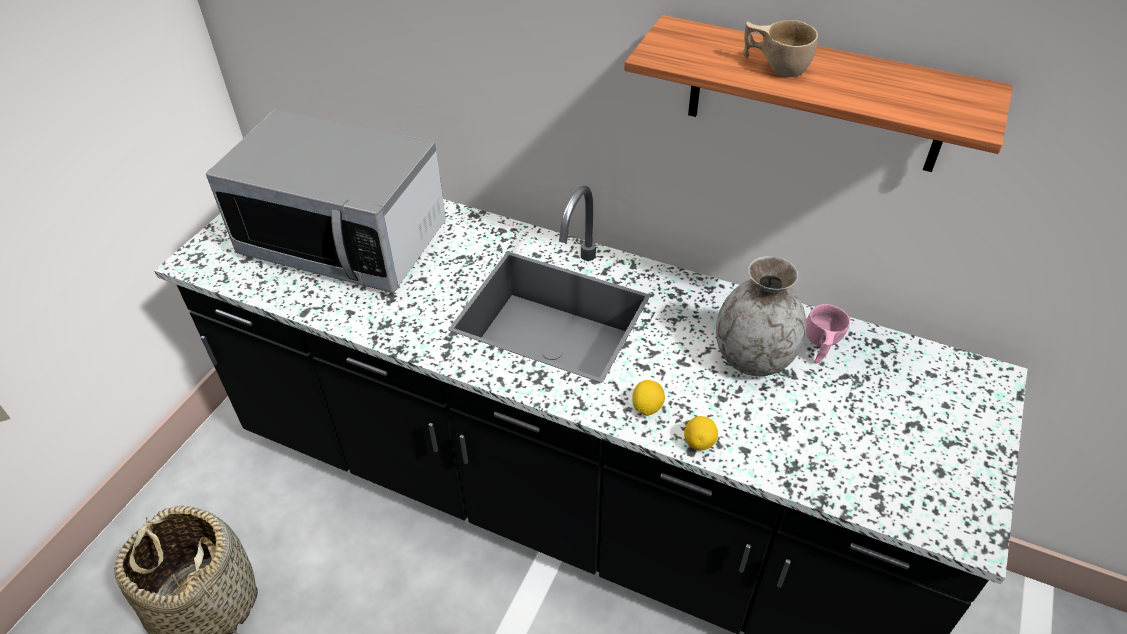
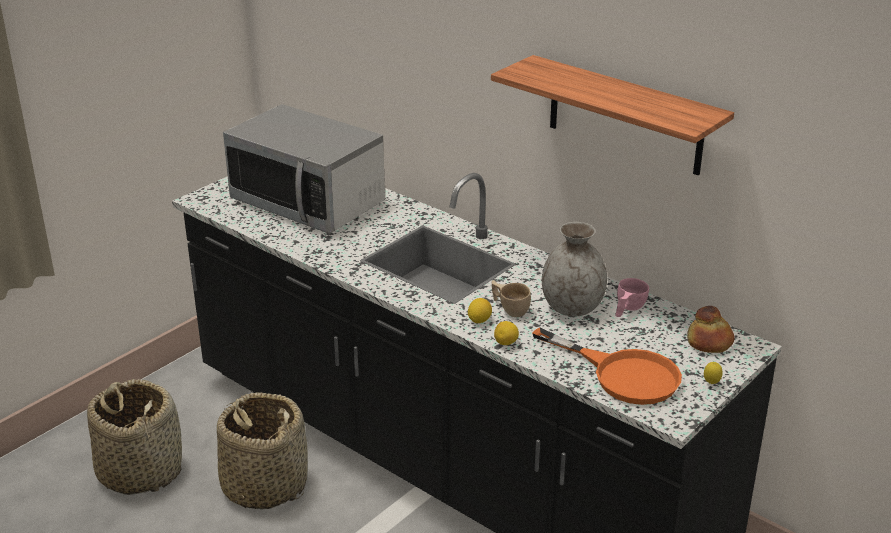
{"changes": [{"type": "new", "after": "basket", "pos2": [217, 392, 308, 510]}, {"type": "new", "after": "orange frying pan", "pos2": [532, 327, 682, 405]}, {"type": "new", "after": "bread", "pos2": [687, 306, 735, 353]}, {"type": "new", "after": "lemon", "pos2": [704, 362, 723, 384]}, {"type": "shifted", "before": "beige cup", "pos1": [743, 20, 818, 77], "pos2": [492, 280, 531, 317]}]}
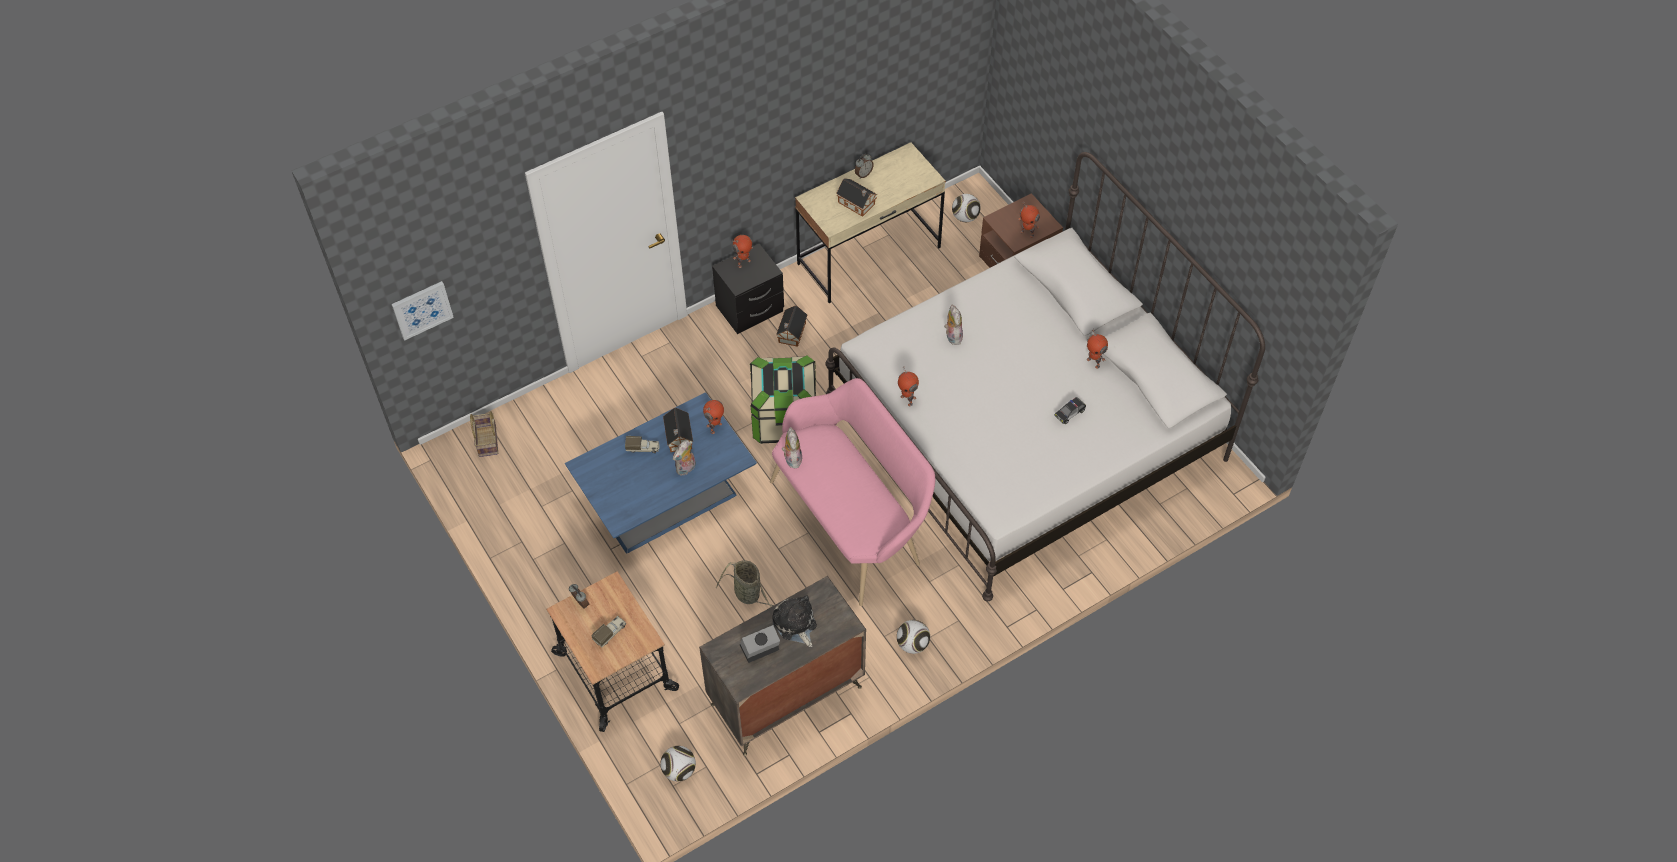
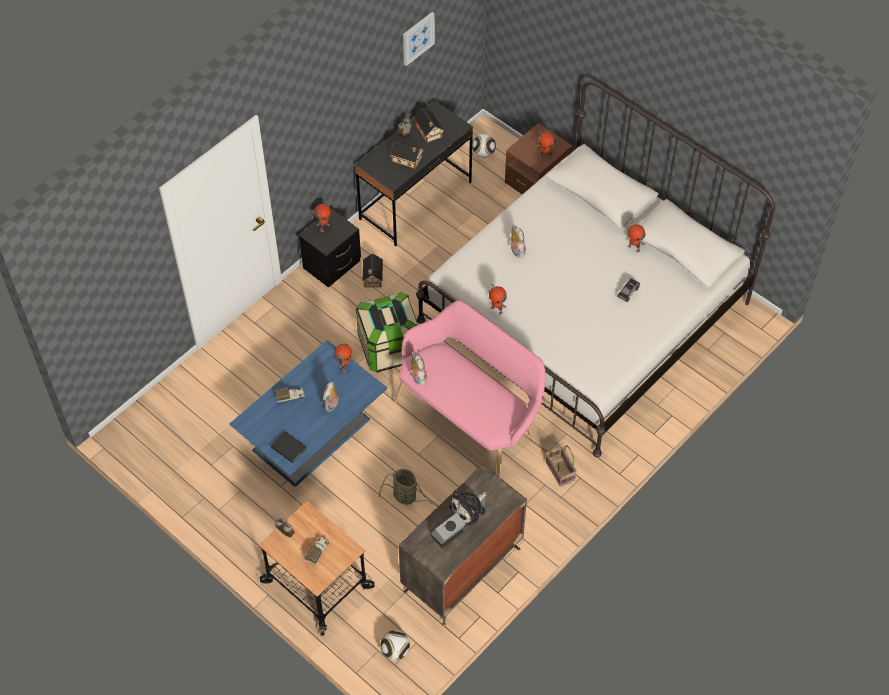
{"changes": [{"type": "gone", "before": "football", "pos1": [897, 620, 930, 654]}, {"type": "new", "after": "black book", "pos2": [271, 431, 307, 463]}, {"type": "shifted", "before": "picture", "pos1": [392, 281, 454, 340], "pos2": [403, 12, 435, 66]}, {"type": "shifted", "before": "basket", "pos1": [470, 411, 498, 457], "pos2": [546, 445, 577, 487]}, {"type": "shifted", "before": "toy house", "pos1": [663, 408, 693, 452], "pos2": [414, 108, 444, 143]}, {"type": "repainted", "before": "beige desk", "after": "black desk", "pos1": [795, 142, 946, 303], "pos2": [355, 101, 473, 246]}, {"type": "rotated", "before": "plush toy", "pos1": [773, 595, 817, 647], "pos2": [449, 490, 486, 526], "turn": -90}]}
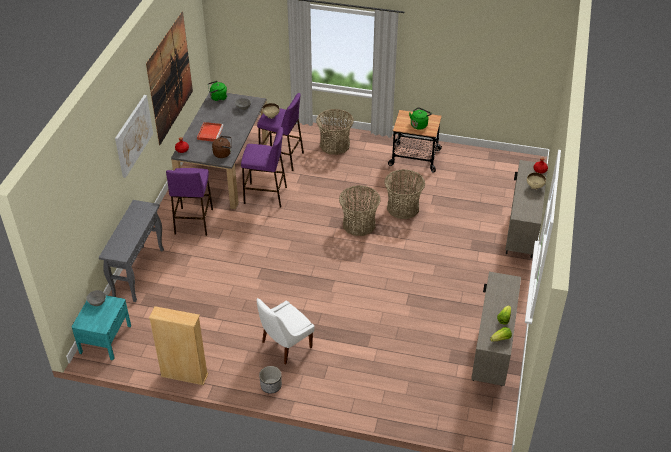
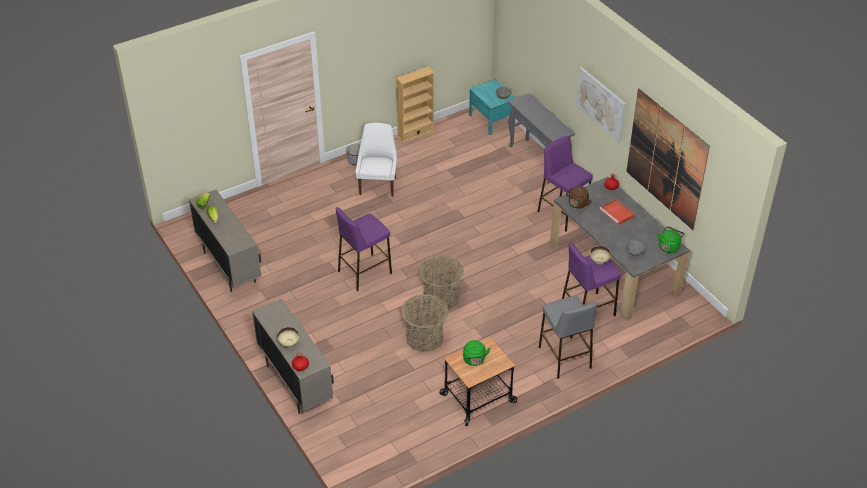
{"changes": [{"type": "shifted", "before": "purple stool", "pos1": [241, 127, 287, 208], "pos2": [336, 207, 392, 291]}, {"type": "swapped", "before": "basket", "after": "grey stool", "pos1": [316, 109, 354, 155], "pos2": [539, 296, 598, 379]}]}
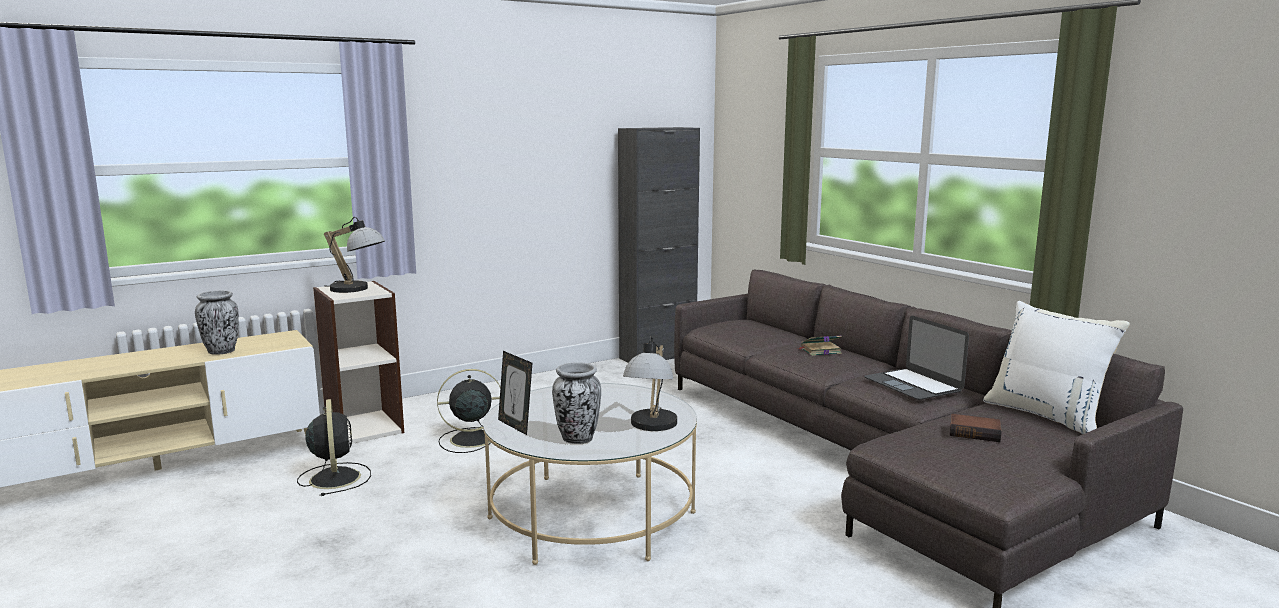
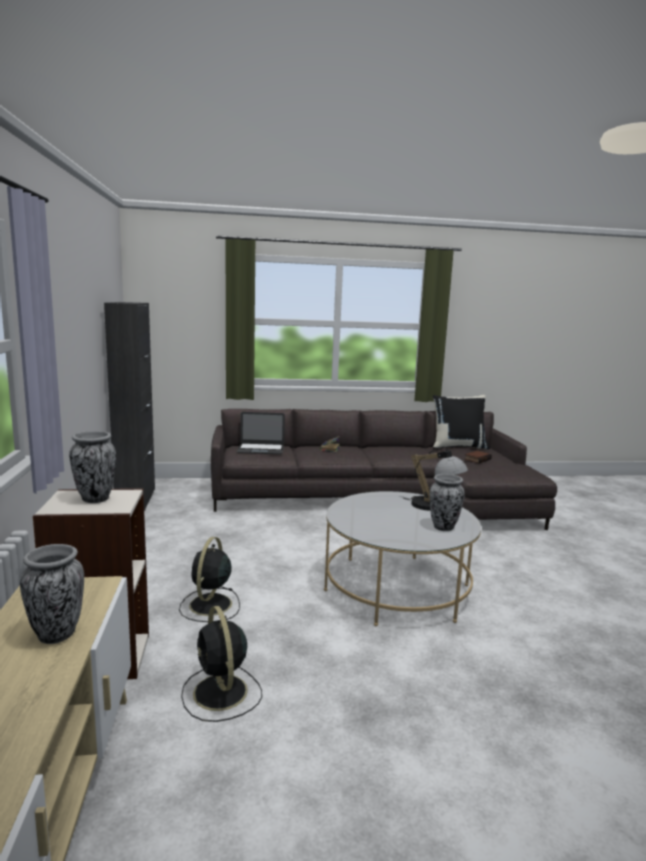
{"changes": [{"type": "gone", "before": "picture frame", "pos1": [498, 351, 532, 435]}, {"type": "shifted", "before": "laptop", "pos1": [864, 316, 969, 400], "pos2": [236, 412, 285, 454]}, {"type": "swapped", "before": "table lamp", "after": "vase", "pos1": [324, 217, 385, 293], "pos2": [69, 431, 116, 503]}, {"type": "repainted", "before": "white pillow", "after": "black pillow", "pos1": [983, 301, 1130, 434], "pos2": [432, 395, 490, 449]}, {"type": "rotated", "before": "black fan", "pos1": [297, 399, 371, 496], "pos2": [181, 606, 262, 722], "turn": -120}]}
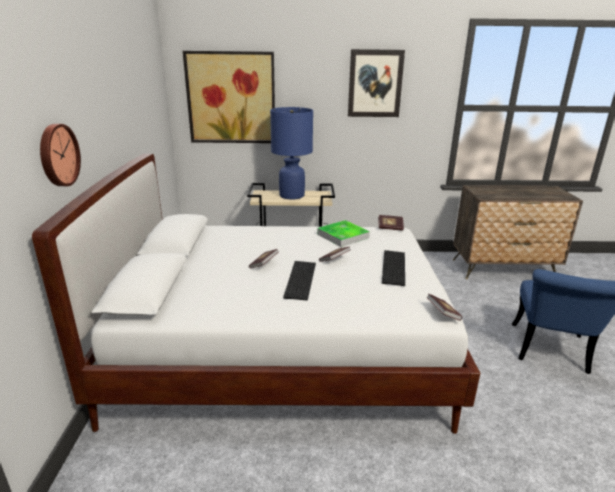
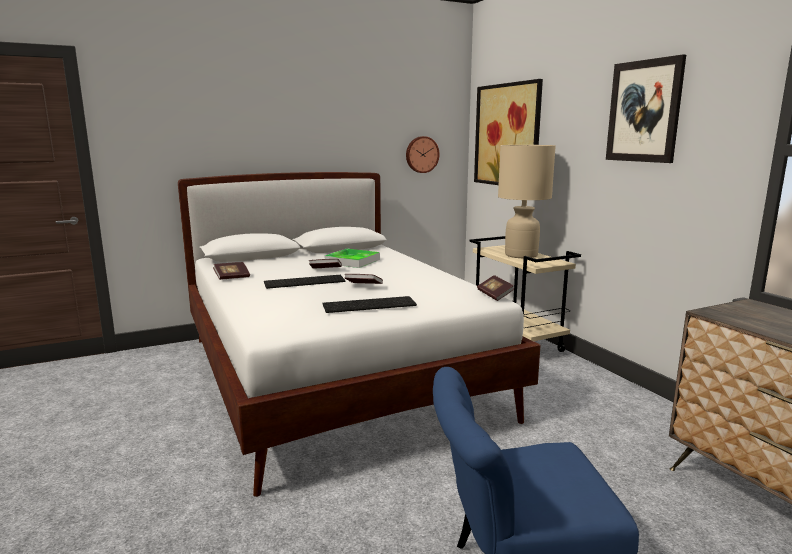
{"changes": [{"type": "shifted", "before": "wall clock", "pos1": [40, 124, 81, 186], "pos2": [406, 136, 440, 173]}, {"type": "shifted", "before": "tray", "pos1": [317, 220, 370, 247], "pos2": [325, 249, 380, 268]}, {"type": "shifted", "before": "book", "pos1": [426, 294, 463, 321], "pos2": [213, 262, 250, 280]}, {"type": "repainted", "before": "blue table lamp", "after": "beige table lamp", "pos1": [270, 107, 313, 200], "pos2": [498, 145, 556, 258]}]}
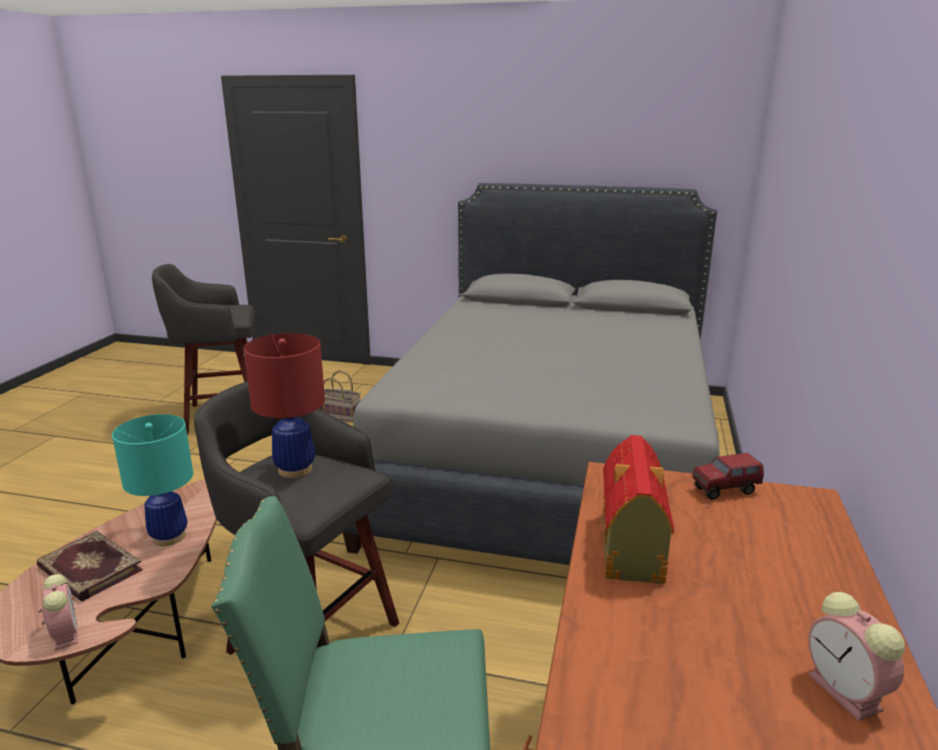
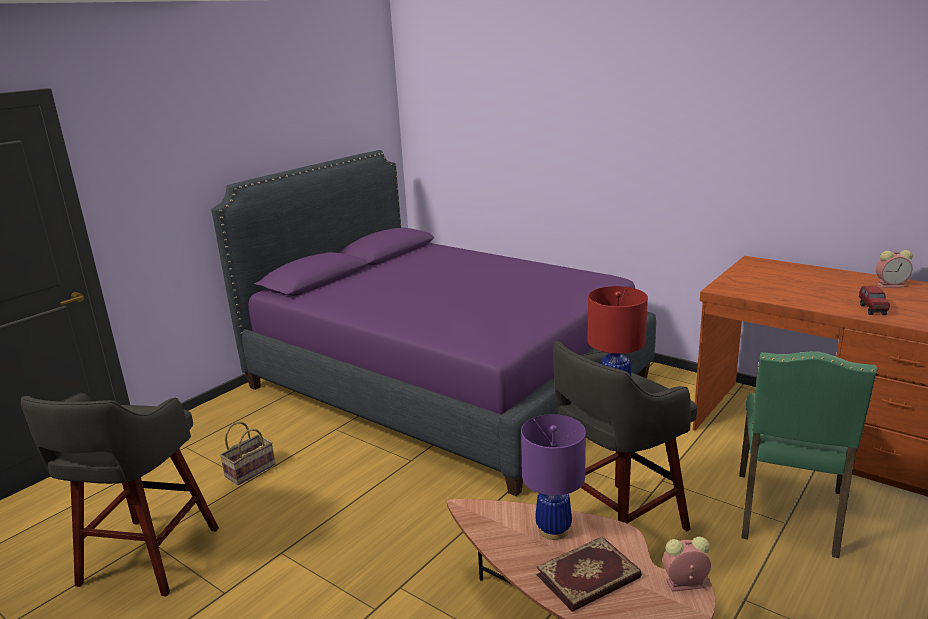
{"changes": [{"type": "gone", "before": "toy house", "pos1": [603, 435, 674, 584]}, {"type": "shifted", "before": "toy truck", "pos1": [693, 453, 764, 500], "pos2": [859, 286, 890, 315]}, {"type": "repainted", "before": "turquoise table lamp", "after": "purple table lamp", "pos1": [112, 414, 193, 546], "pos2": [521, 414, 586, 540]}, {"type": "repainted", "before": "grey bed", "after": "purple bed", "pos1": [343, 183, 720, 565], "pos2": [211, 150, 656, 496]}]}
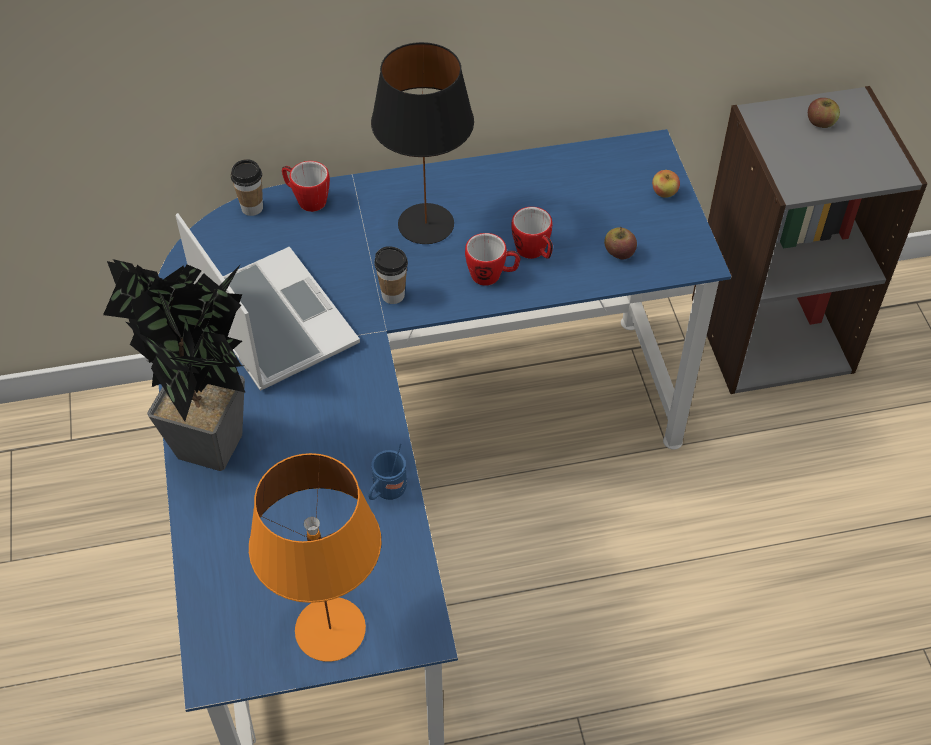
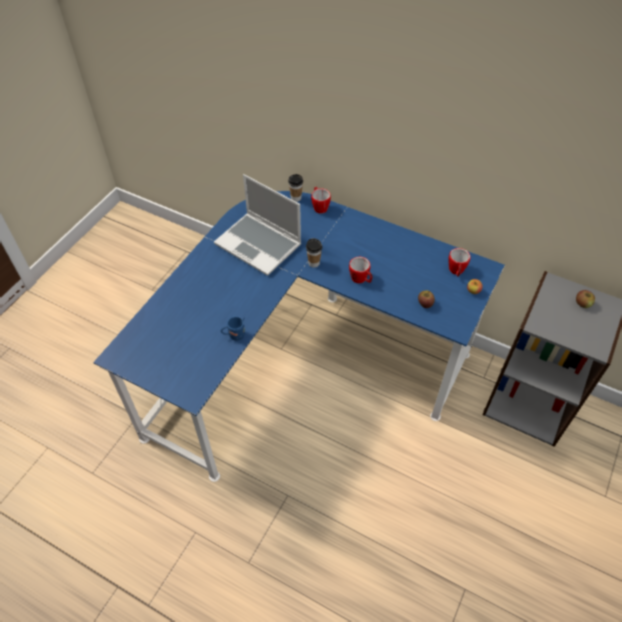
{"changes": [{"type": "gone", "before": "potted plant", "pos1": [103, 259, 246, 471]}, {"type": "gone", "before": "orange table lamp", "pos1": [249, 453, 382, 662]}, {"type": "gone", "before": "black table lamp", "pos1": [371, 42, 474, 244]}, {"type": "shifted", "before": "mug", "pos1": [511, 207, 553, 259], "pos2": [448, 248, 470, 277]}, {"type": "rotated", "before": "laptop", "pos1": [176, 213, 360, 391], "pos2": [214, 174, 301, 276], "turn": 120}]}
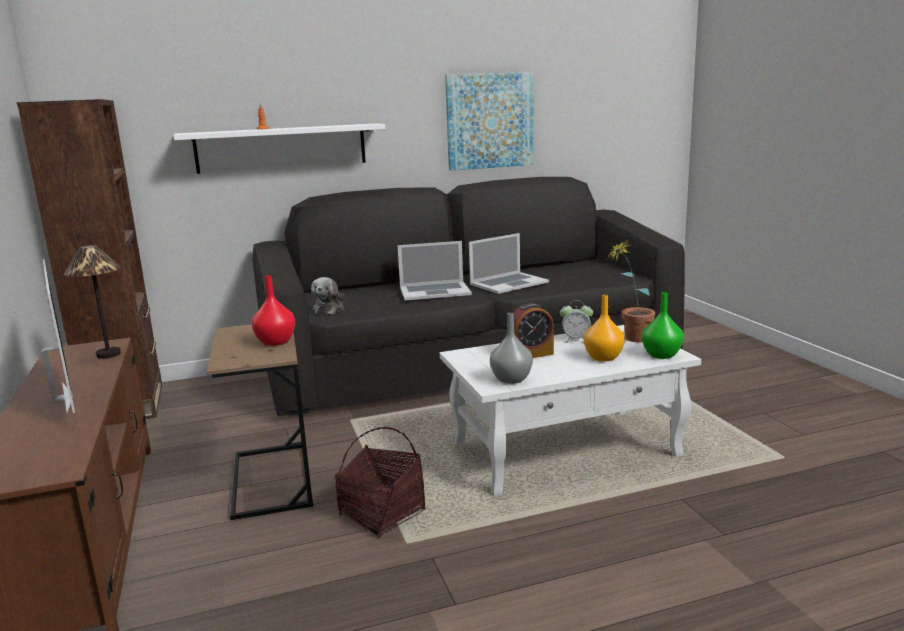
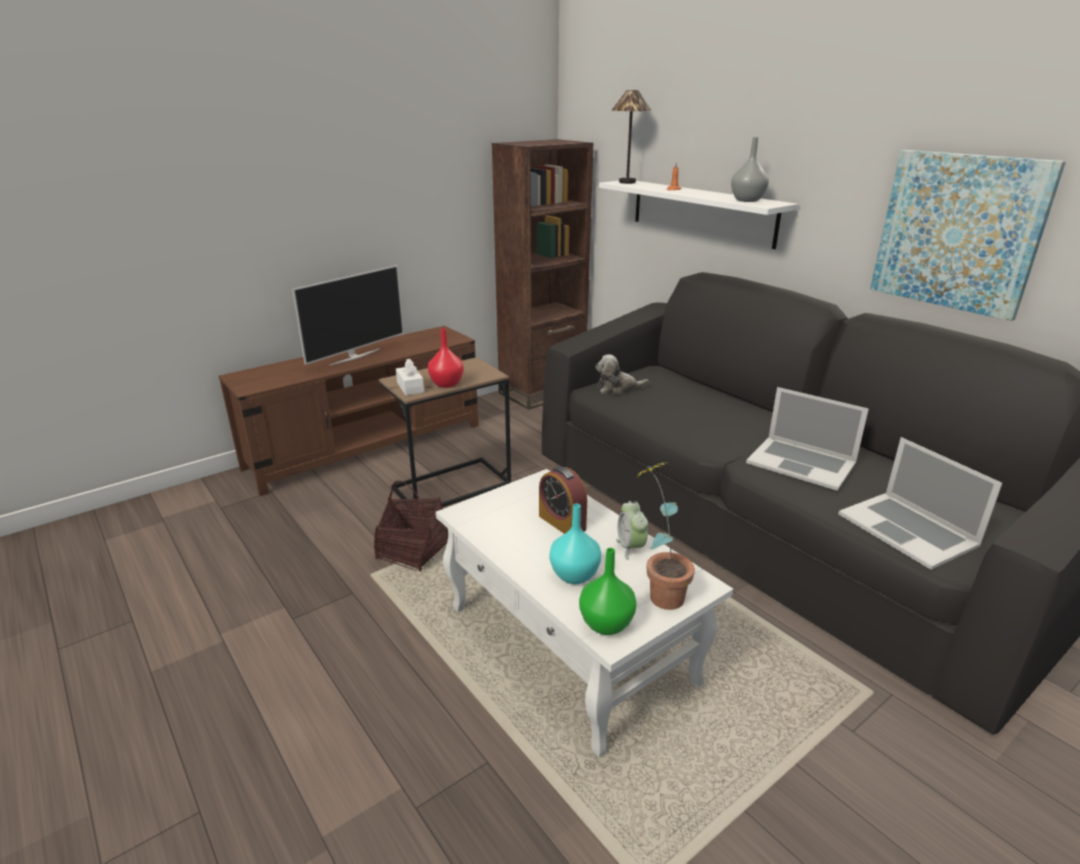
{"changes": [{"type": "new", "after": "white tissue box", "pos2": [396, 359, 424, 395]}, {"type": "shifted", "before": "table lamp", "pos1": [64, 245, 121, 359], "pos2": [612, 90, 651, 184]}, {"type": "shifted", "before": "laptop", "pos1": [397, 241, 472, 300], "pos2": [838, 437, 1002, 570]}, {"type": "shifted", "before": "grey vase", "pos1": [490, 313, 533, 384], "pos2": [731, 137, 769, 202]}, {"type": "repainted", "before": "orange vase", "after": "turquoise vase", "pos1": [584, 295, 625, 361], "pos2": [549, 504, 601, 584]}]}
